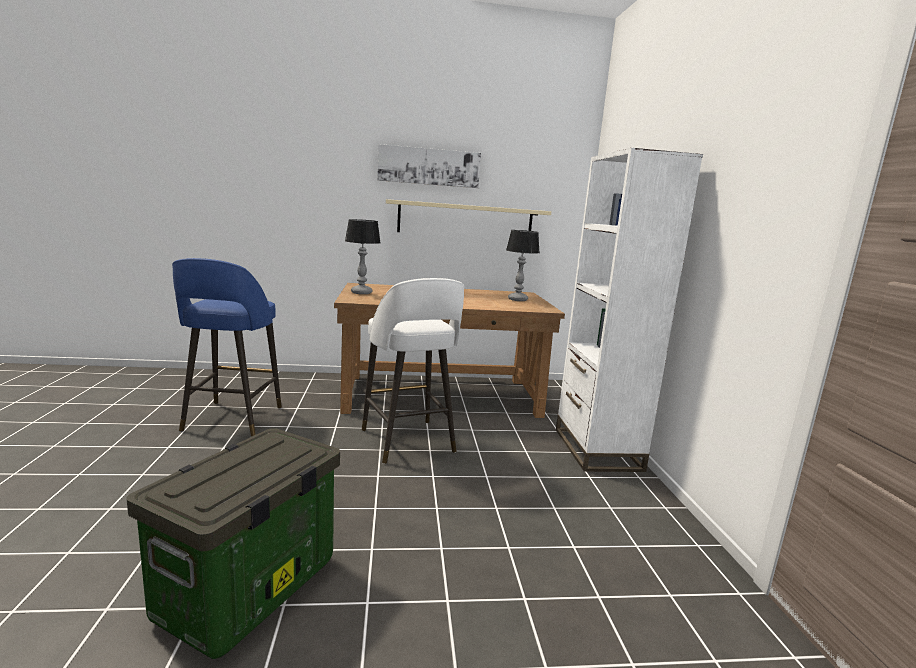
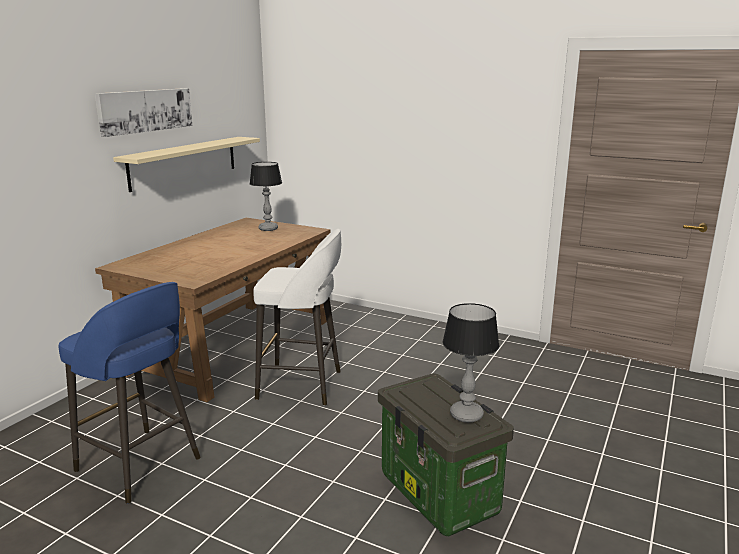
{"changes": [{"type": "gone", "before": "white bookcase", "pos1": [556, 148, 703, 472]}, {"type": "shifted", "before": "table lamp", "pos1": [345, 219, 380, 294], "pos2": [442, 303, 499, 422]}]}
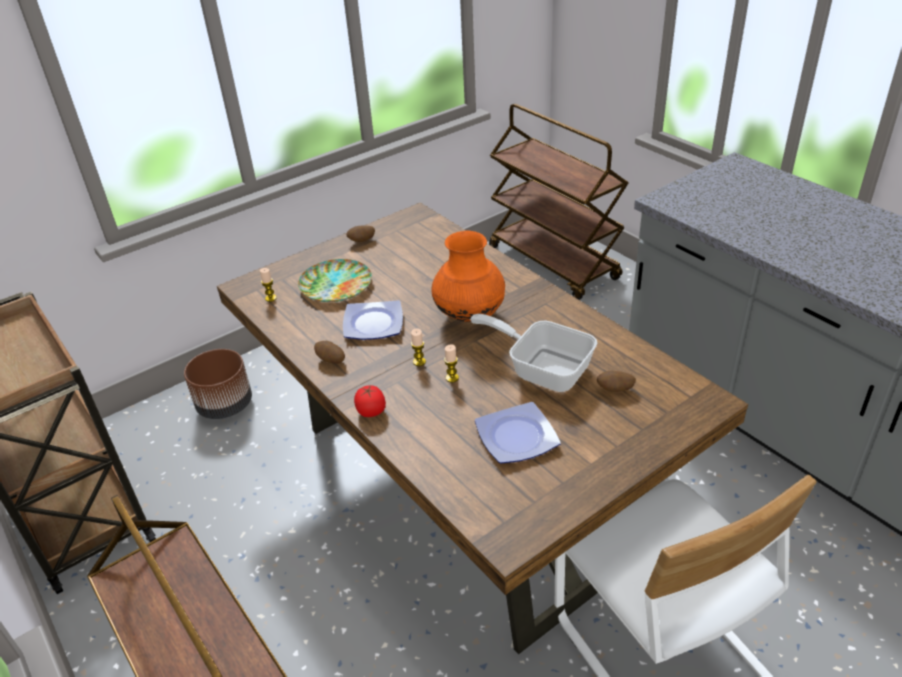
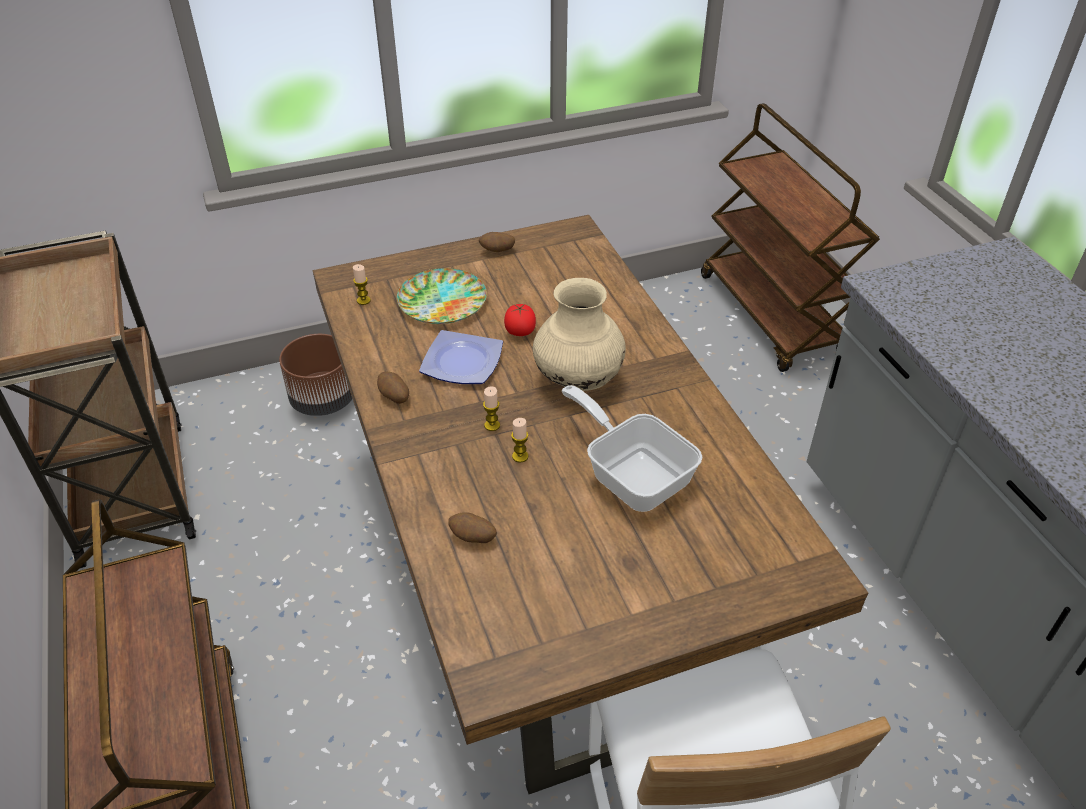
{"changes": [{"type": "gone", "before": "plate", "pos1": [475, 402, 561, 463]}, {"type": "shifted", "before": "tomato", "pos1": [354, 385, 386, 417], "pos2": [504, 304, 536, 336]}, {"type": "shifted", "before": "potato", "pos1": [597, 371, 636, 392], "pos2": [449, 512, 497, 543]}, {"type": "repainted", "before": "orange vase", "after": "beige vase", "pos1": [432, 231, 505, 322], "pos2": [533, 278, 626, 391]}]}
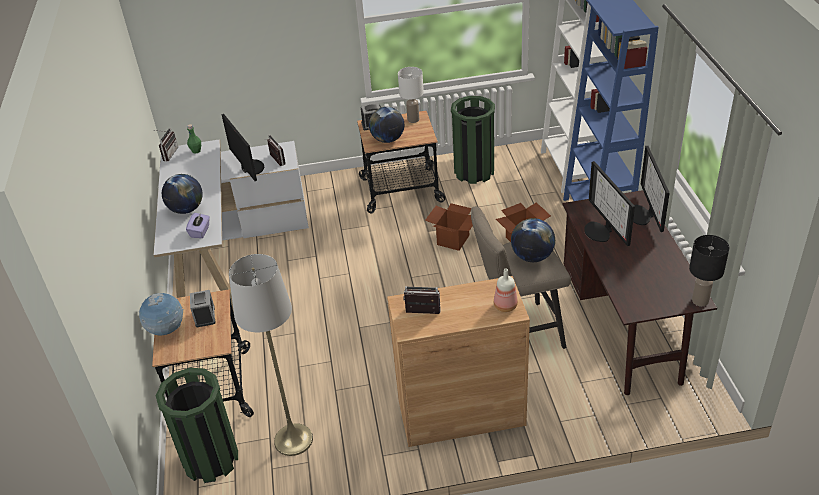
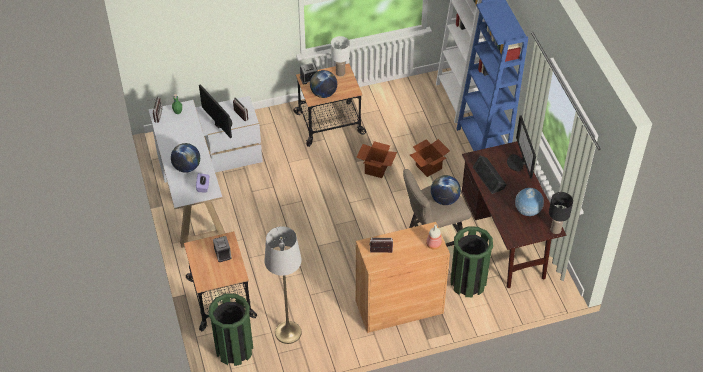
{"changes": [{"type": "shifted", "before": "globe", "pos1": [139, 293, 184, 335], "pos2": [515, 188, 544, 216]}, {"type": "shifted", "before": "green trash can", "pos1": [451, 96, 495, 184], "pos2": [450, 227, 493, 297]}, {"type": "swapped", "before": "monitor", "after": "black speaker", "pos1": [584, 161, 635, 246], "pos2": [473, 155, 507, 194]}]}
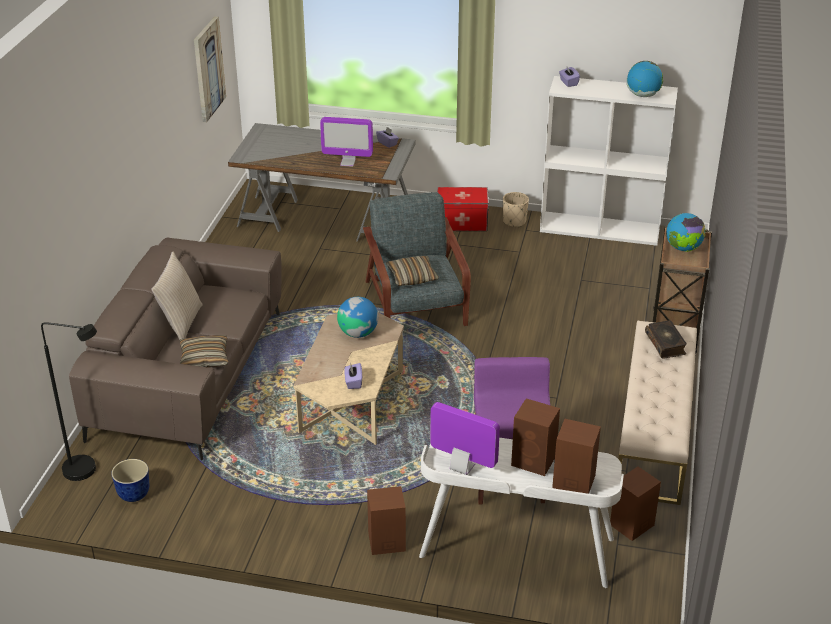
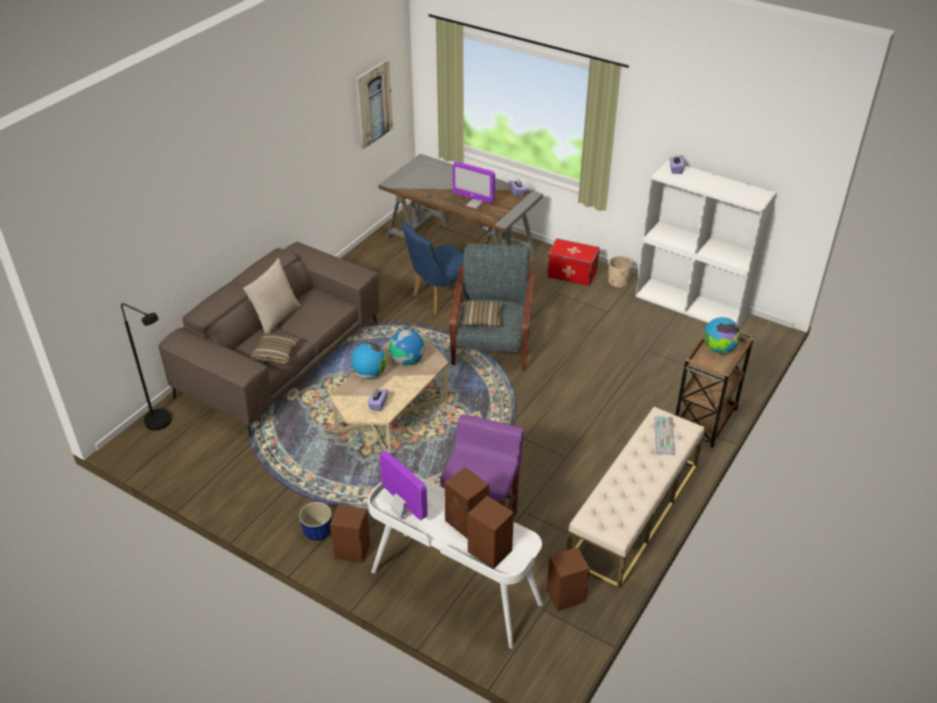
{"changes": [{"type": "new", "after": "blue chair", "pos2": [402, 221, 464, 315]}, {"type": "shifted", "before": "planter", "pos1": [111, 459, 149, 502], "pos2": [299, 502, 332, 541]}, {"type": "shifted", "before": "globe", "pos1": [627, 61, 663, 97], "pos2": [351, 342, 387, 378]}, {"type": "swapped", "before": "book", "after": "keyboard", "pos1": [645, 320, 687, 359], "pos2": [655, 416, 675, 455]}]}
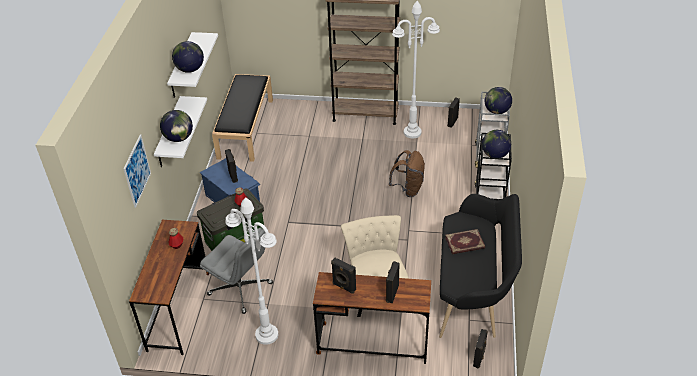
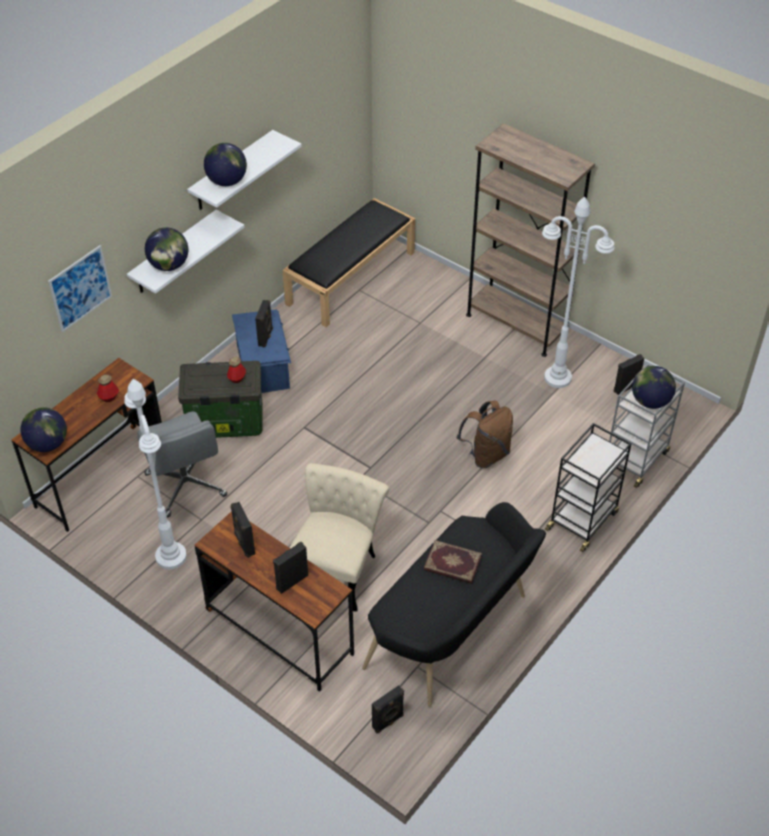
{"changes": [{"type": "shifted", "before": "globe", "pos1": [482, 130, 511, 158], "pos2": [21, 407, 67, 452]}]}
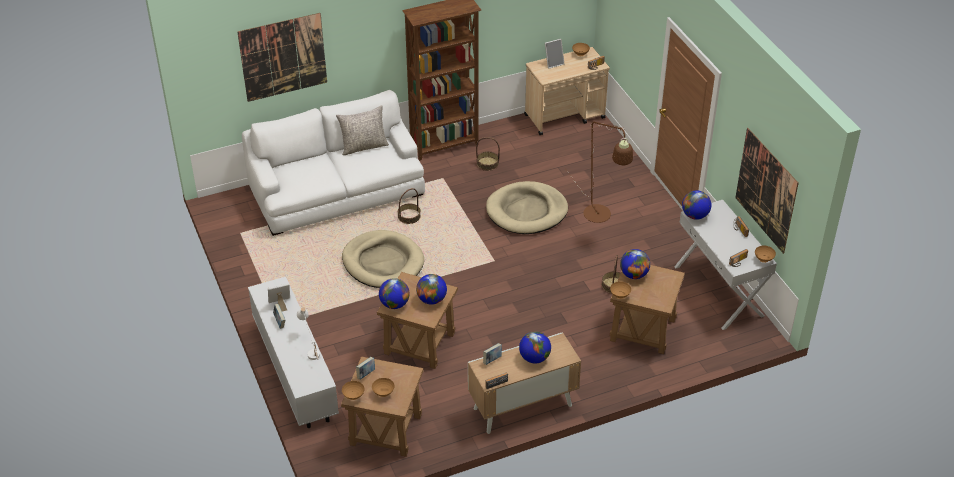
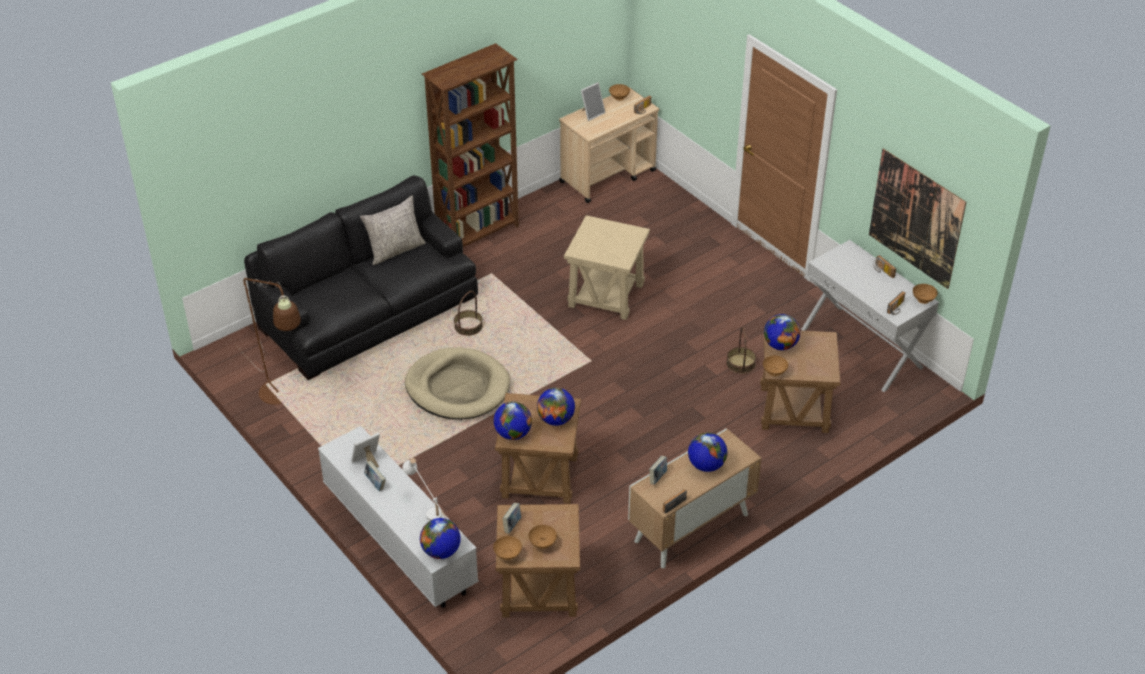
{"changes": [{"type": "gone", "before": "picture", "pos1": [237, 13, 327, 102]}, {"type": "gone", "before": "basket", "pos1": [476, 137, 500, 171]}, {"type": "shifted", "before": "brown floor lamp", "pos1": [567, 122, 633, 223], "pos2": [229, 278, 301, 405]}, {"type": "shifted", "before": "globe", "pos1": [682, 190, 712, 220], "pos2": [420, 518, 461, 559]}, {"type": "swapped", "before": "beige dog bed", "after": "beige side table", "pos1": [486, 181, 568, 234], "pos2": [564, 215, 650, 320]}, {"type": "repainted", "before": "white sofa", "after": "black sofa", "pos1": [242, 90, 425, 236], "pos2": [244, 175, 478, 380]}]}
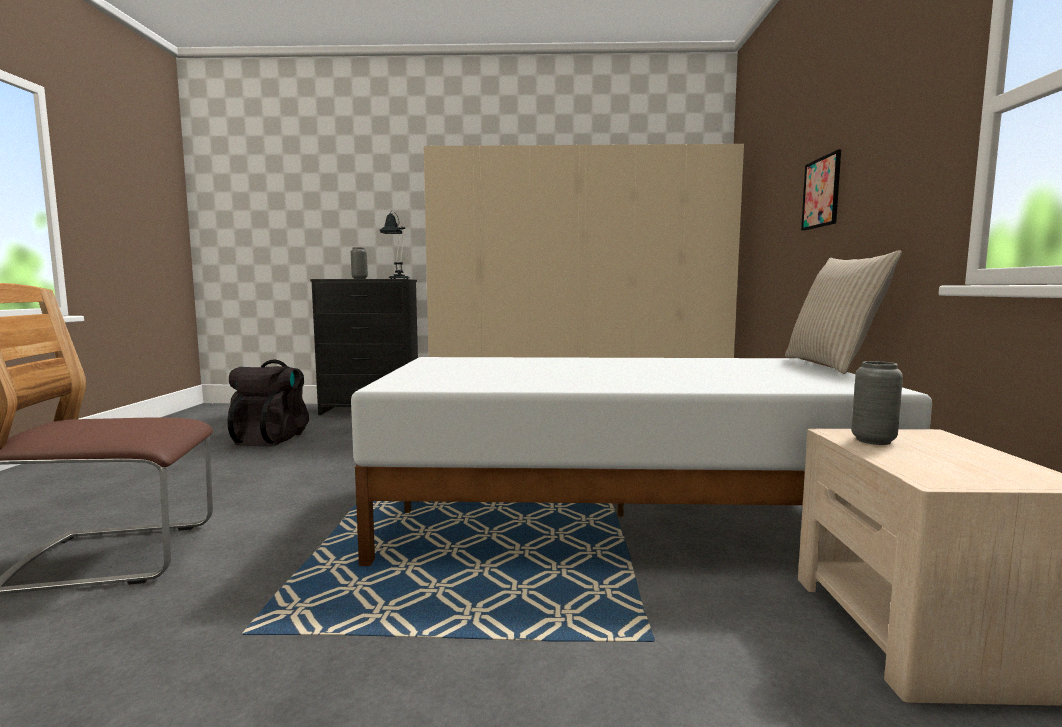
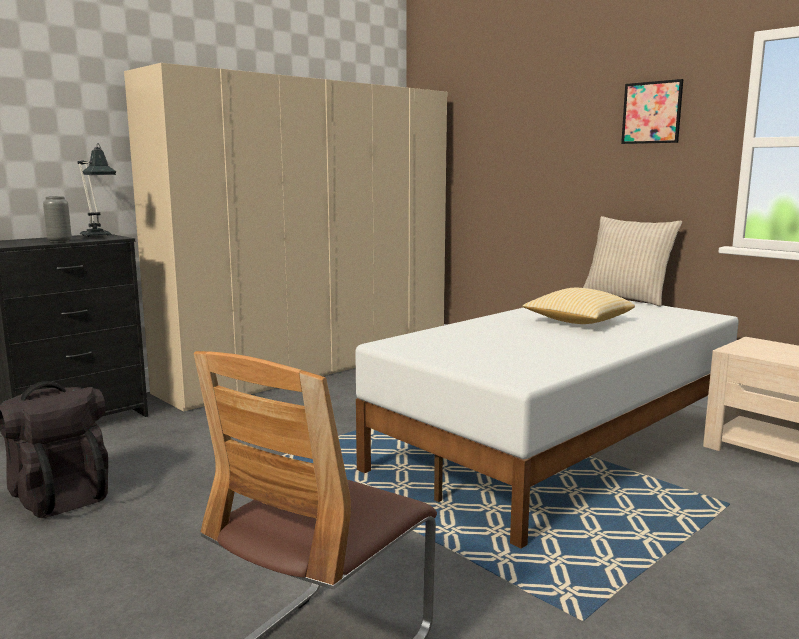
{"changes": [{"type": "gone", "before": "grey vase", "pos1": [851, 361, 903, 445]}, {"type": "new", "after": "pillow", "pos2": [523, 288, 635, 324]}, {"type": "shifted", "before": "picture", "pos1": [801, 150, 841, 231], "pos2": [621, 79, 683, 144]}]}
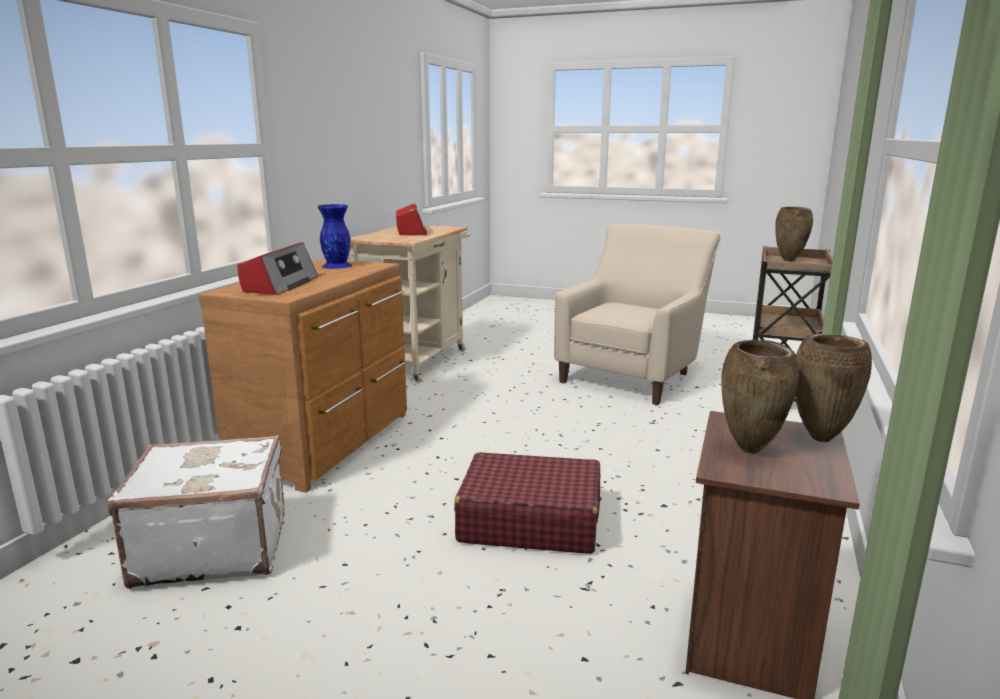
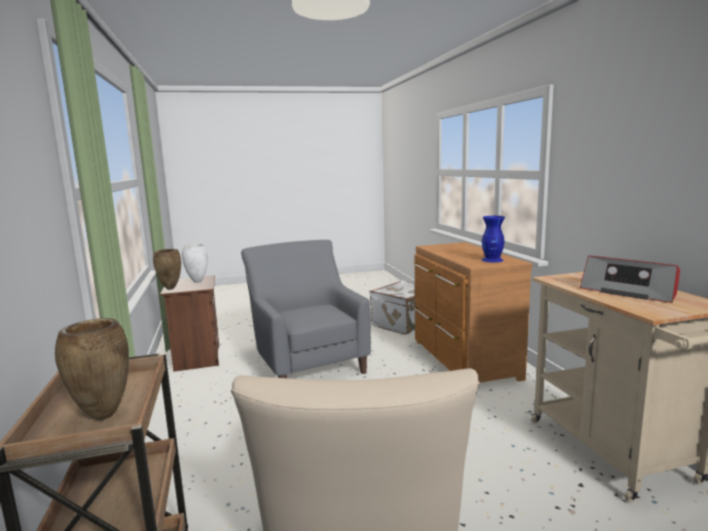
{"changes": [{"type": "gone", "before": "radio", "pos1": [238, 242, 318, 295]}, {"type": "swapped", "before": "red suitcase", "after": "grey armchair", "pos1": [454, 452, 600, 554], "pos2": [241, 240, 371, 378]}, {"type": "repainted", "before": "brown vase", "after": "white vase", "pos1": [721, 340, 799, 454], "pos2": [182, 244, 208, 283]}]}
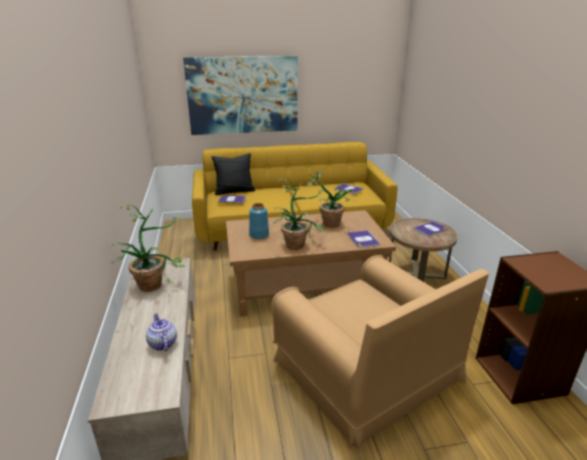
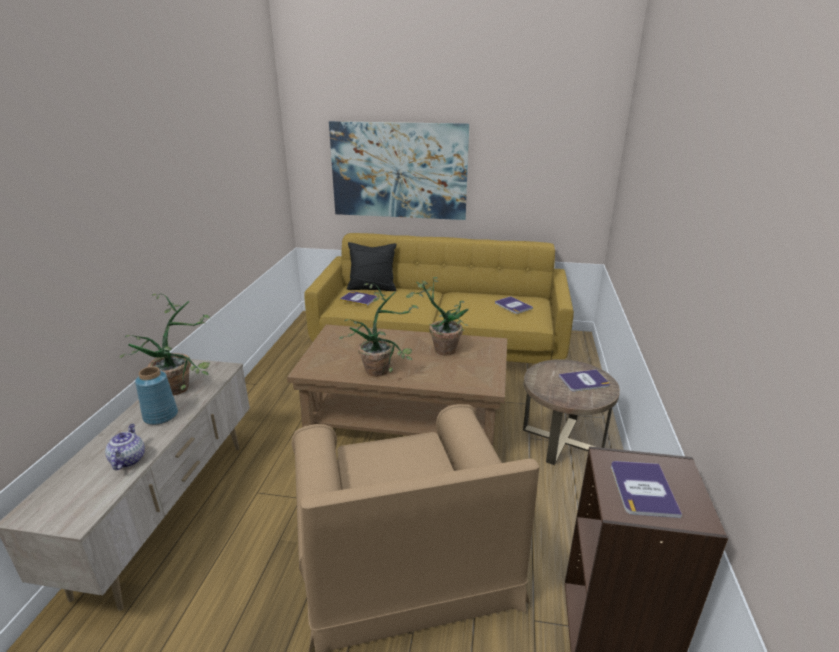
{"changes": [{"type": "shifted", "before": "blue vase", "pos1": [249, 203, 269, 239], "pos2": [135, 366, 178, 425]}, {"type": "shifted", "before": "book", "pos1": [348, 230, 380, 248], "pos2": [611, 461, 682, 518]}]}
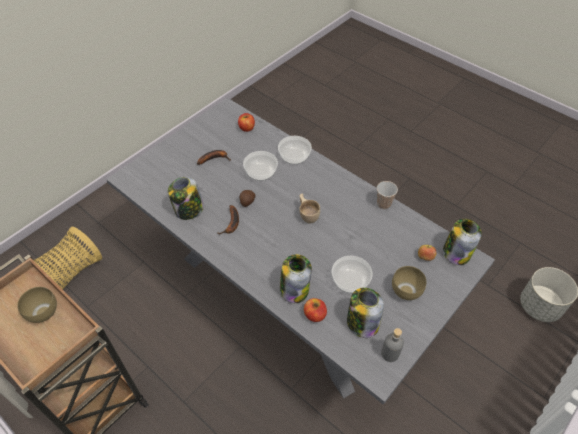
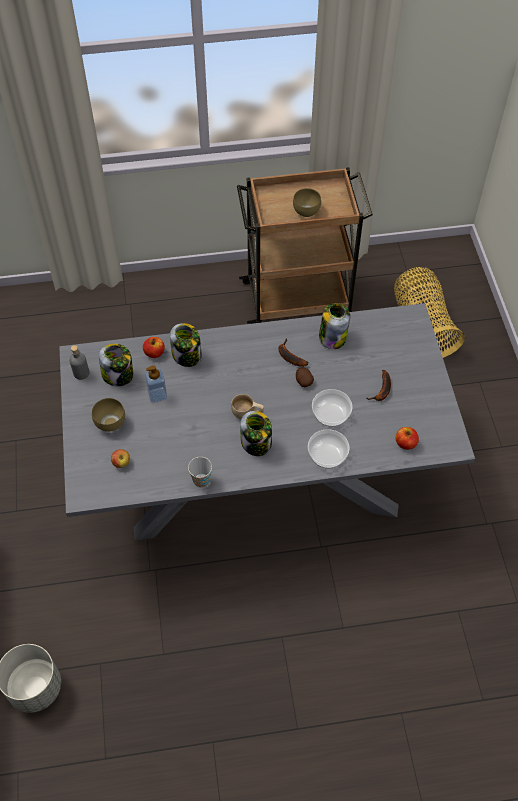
{"changes": [{"type": "shifted", "before": "jar", "pos1": [443, 219, 482, 265], "pos2": [240, 411, 272, 456]}, {"type": "swapped", "before": "bowl", "after": "soap dispenser", "pos1": [332, 256, 373, 293], "pos2": [145, 365, 167, 403]}]}
